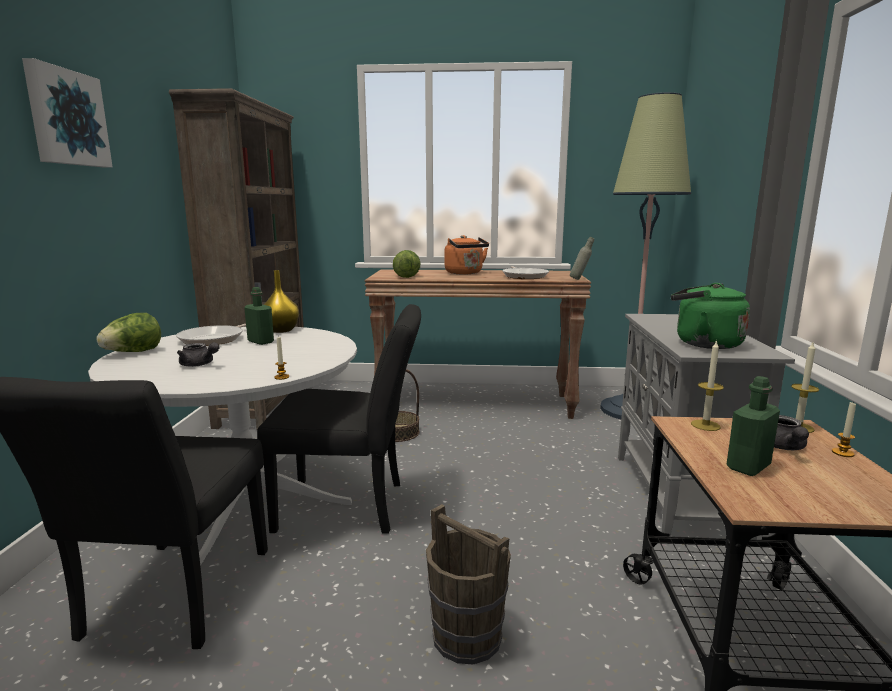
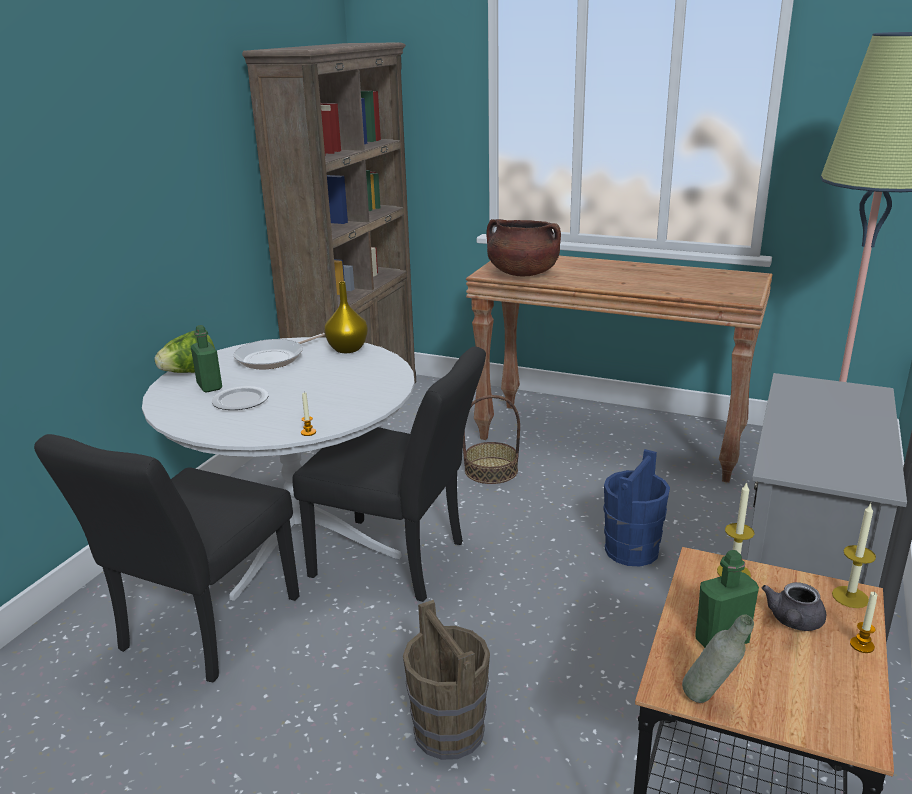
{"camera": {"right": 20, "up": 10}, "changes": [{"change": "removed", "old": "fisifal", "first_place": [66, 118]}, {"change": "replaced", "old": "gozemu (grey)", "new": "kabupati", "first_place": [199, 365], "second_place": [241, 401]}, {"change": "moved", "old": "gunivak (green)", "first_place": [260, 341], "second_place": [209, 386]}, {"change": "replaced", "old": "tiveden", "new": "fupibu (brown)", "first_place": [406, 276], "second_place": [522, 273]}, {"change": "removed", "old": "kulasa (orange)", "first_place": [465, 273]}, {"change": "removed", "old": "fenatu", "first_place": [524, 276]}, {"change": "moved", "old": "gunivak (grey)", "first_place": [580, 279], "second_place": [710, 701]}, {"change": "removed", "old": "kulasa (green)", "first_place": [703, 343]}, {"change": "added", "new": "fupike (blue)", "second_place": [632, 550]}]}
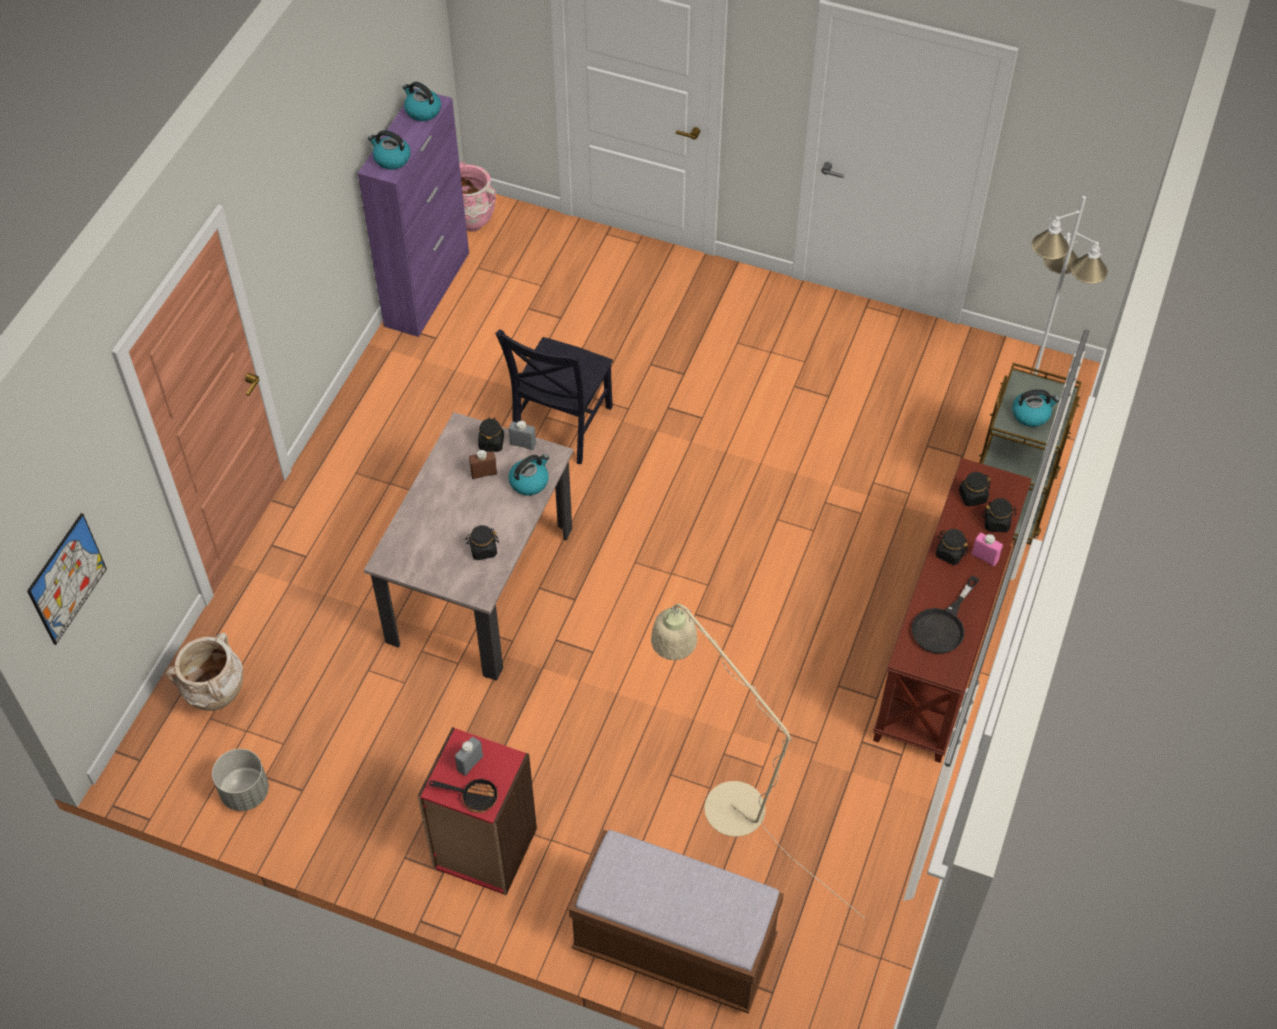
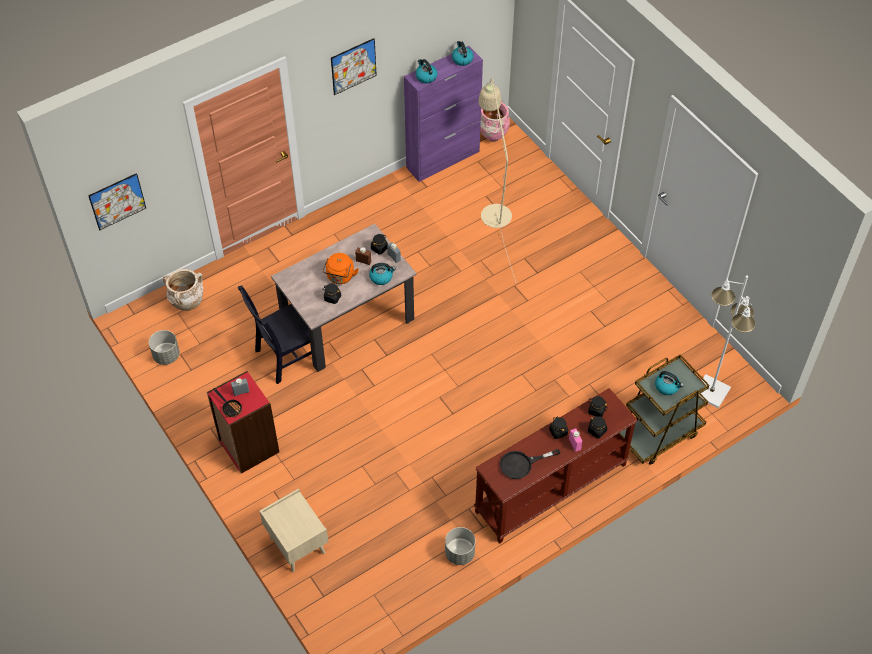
{"camera": {"right": 35, "up": 0}, "changes": [{"change": "moved", "old": "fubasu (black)", "first_place": [560, 427], "second_place": [285, 357]}, {"change": "replaced", "old": "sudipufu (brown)", "new": "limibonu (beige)", "first_place": [674, 946], "second_place": [296, 545]}, {"change": "moved", "old": "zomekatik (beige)", "first_place": [721, 798], "second_place": [494, 209]}, {"change": "added", "new": "kulasa (orange)", "second_place": [340, 277]}, {"change": "added", "new": "fisifal", "second_place": [353, 66]}, {"change": "added", "new": "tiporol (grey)", "second_place": [460, 553]}]}
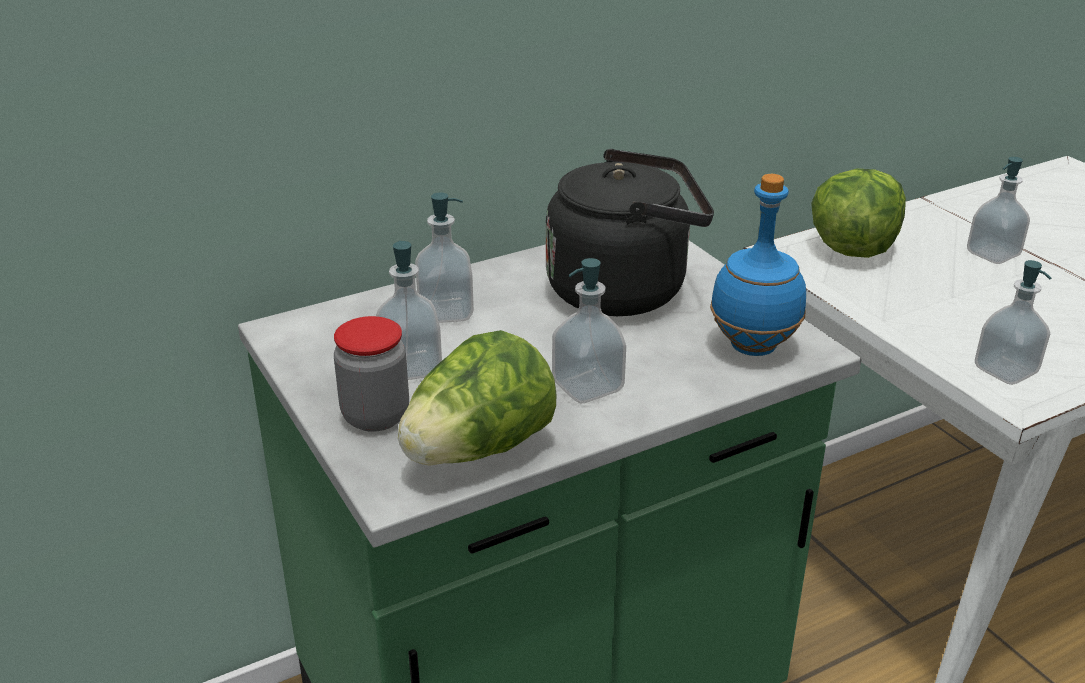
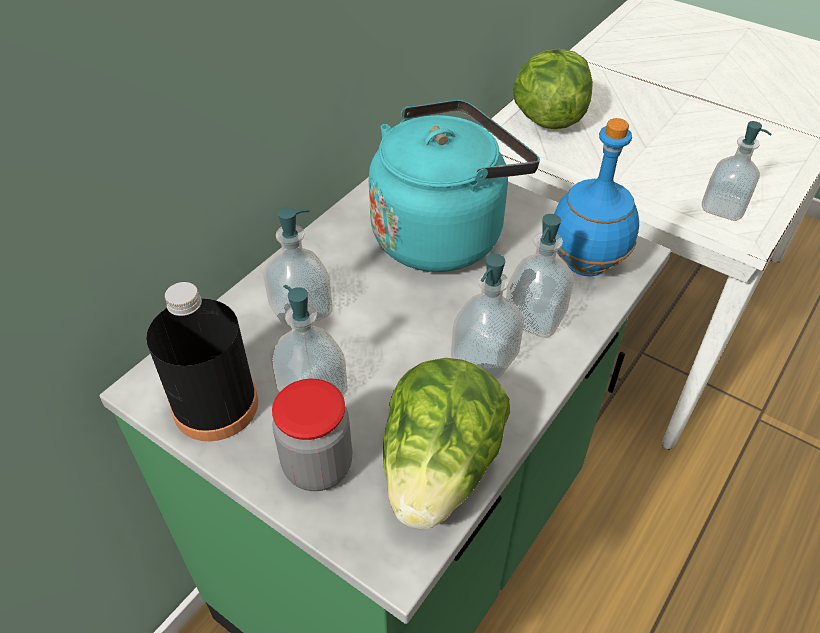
{"camera": {"right": -25, "up": 15}, "changes": [{"change": "recoloured", "old": "kulasa (black)", "new": "kulasa (turquoise)", "first_place": [625, 290], "second_place": [443, 233]}, {"change": "moved", "old": "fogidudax", "first_place": [993, 254], "second_place": [534, 317]}, {"change": "added", "new": "gunivak (black)", "second_place": [216, 406]}]}
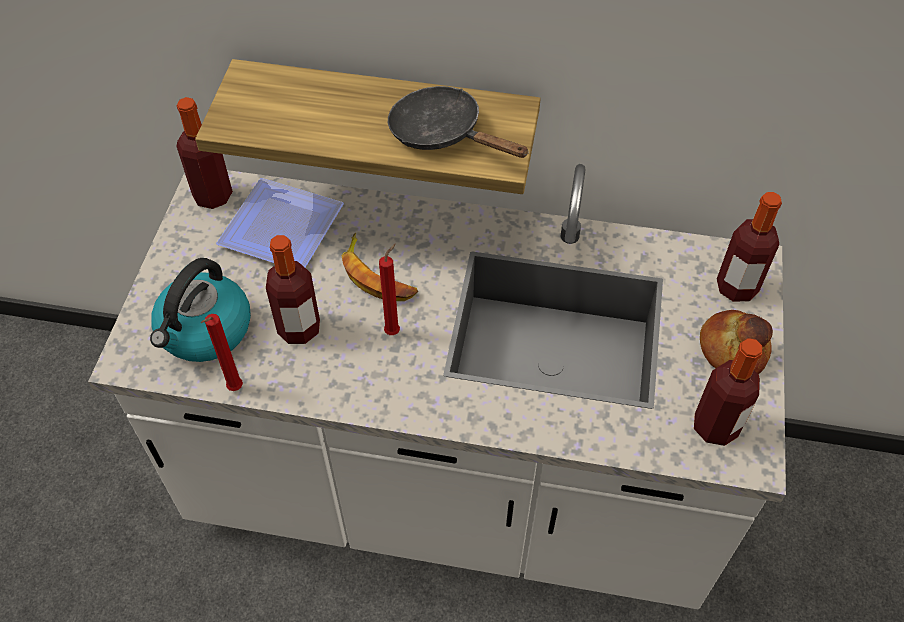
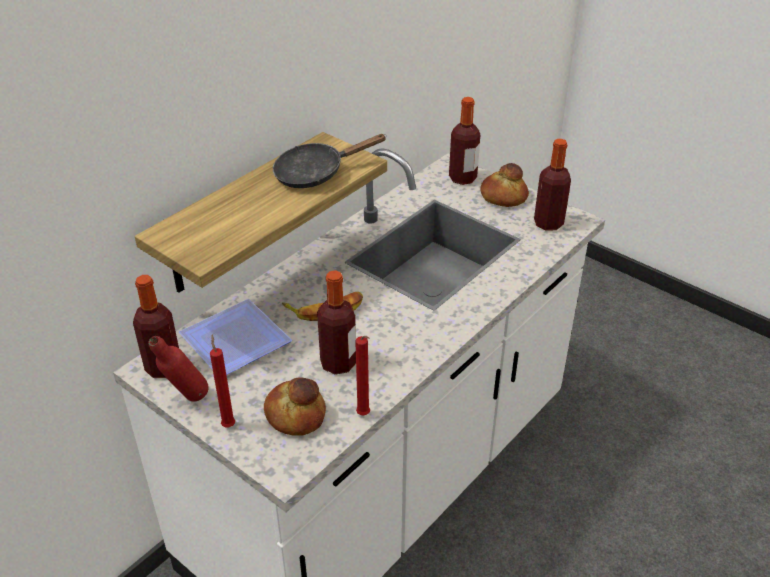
{"camera": {"right": -60, "up": -15}, "changes": [{"change": "replaced", "old": "kulasa", "new": "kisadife", "first_place": [205, 331], "second_place": [296, 415]}, {"change": "moved", "old": "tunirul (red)", "first_place": [394, 331], "second_place": [228, 424]}, {"change": "added", "new": "gunivak (red)", "second_place": [187, 401]}]}
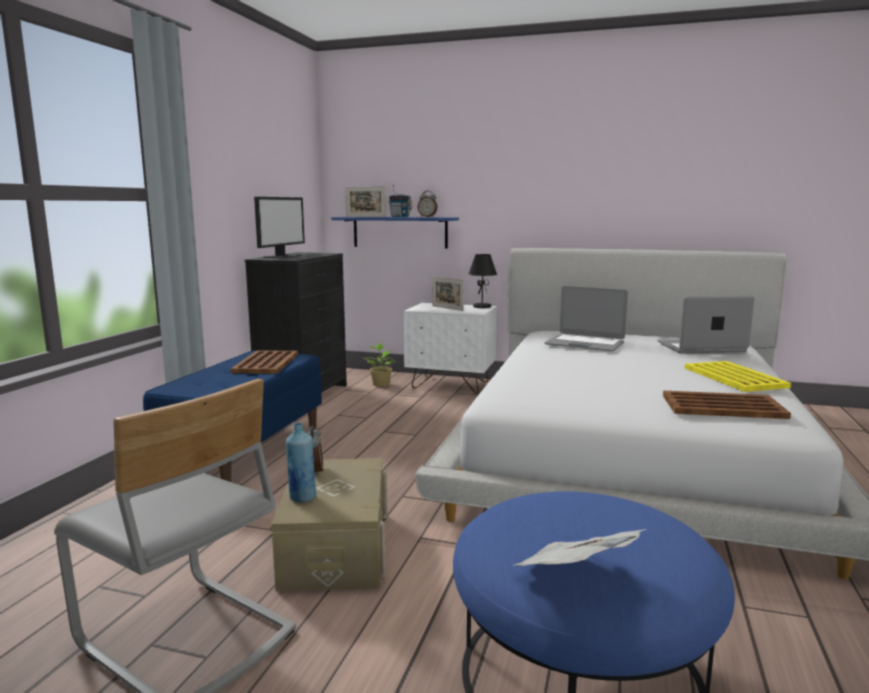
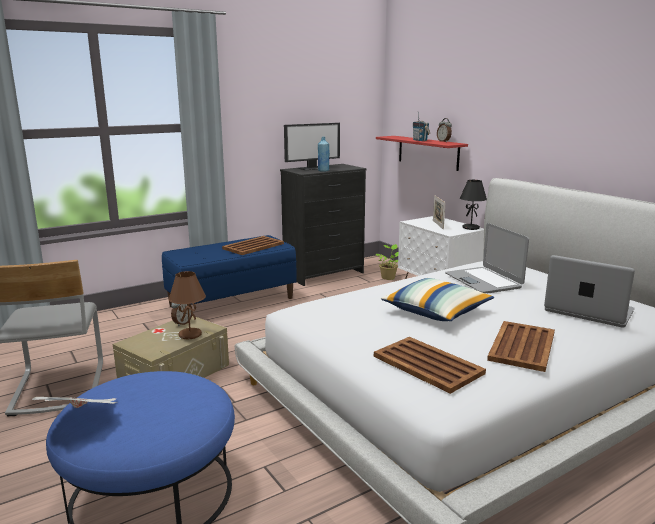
{"camera": {"right": 40, "up": 5}, "changes": [{"change": "moved", "old": "gunivak (blue)", "first_place": [302, 497], "second_place": [323, 171]}, {"change": "recoloured", "old": "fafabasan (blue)", "new": "fafabasan (red)", "first_place": [400, 232], "second_place": [428, 152]}, {"change": "removed", "old": "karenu", "first_place": [366, 216]}, {"change": "recoloured", "old": "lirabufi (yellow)", "new": "lirabufi (brown)", "first_place": [735, 378], "second_place": [521, 347]}, {"change": "added", "new": "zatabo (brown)", "second_place": [190, 334]}, {"change": "added", "new": "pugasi", "second_place": [436, 312]}]}
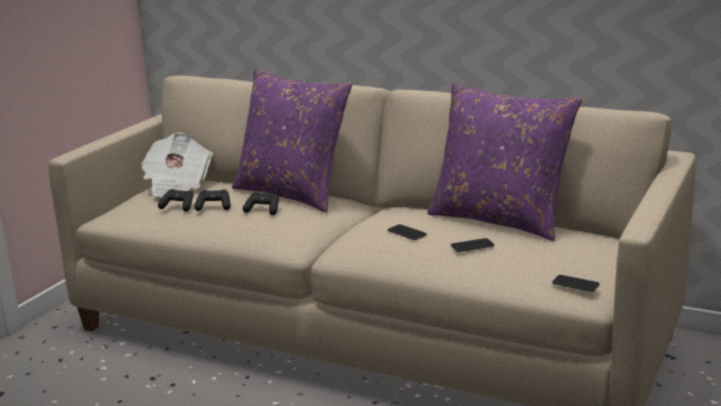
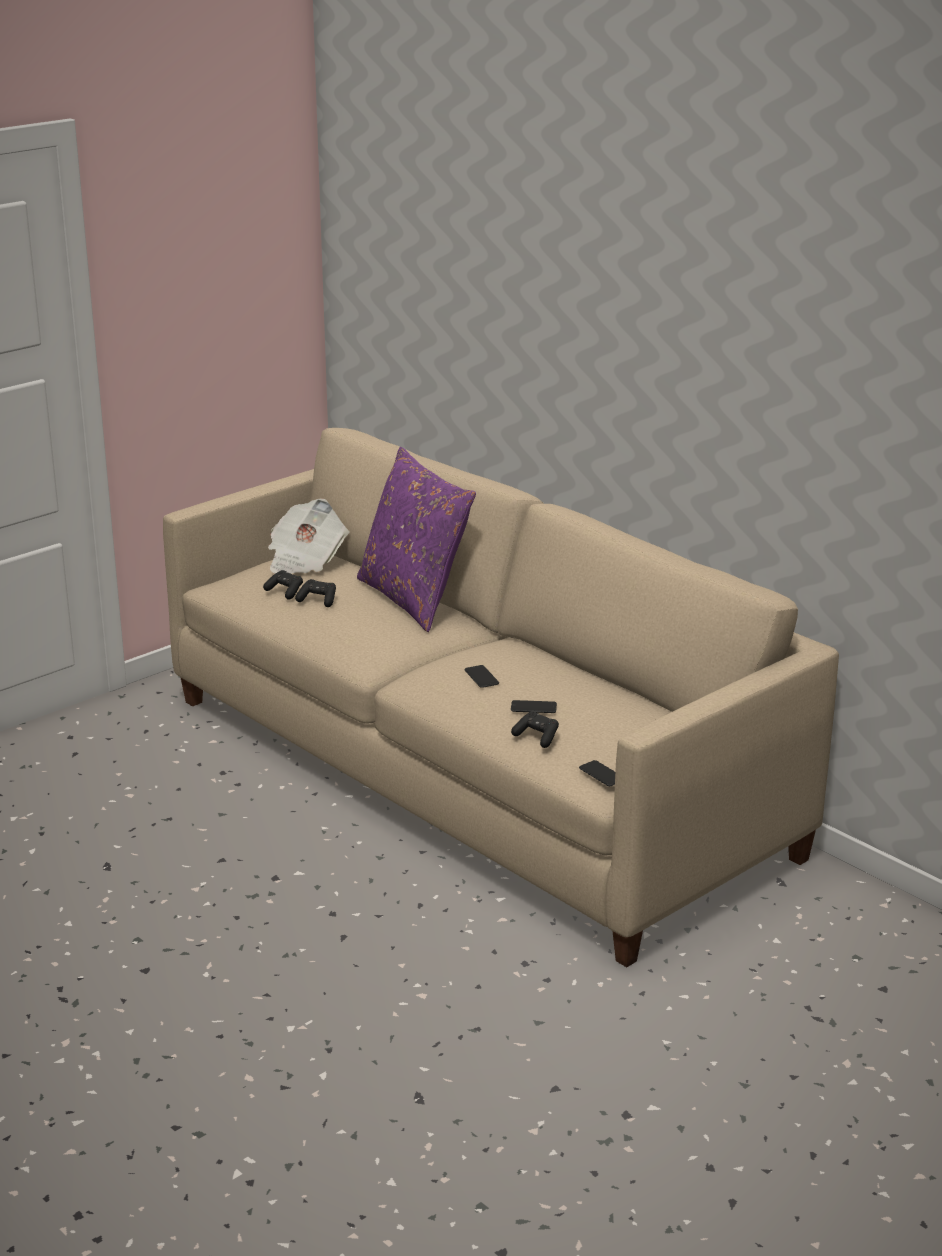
{"camera": {"right": 20, "up": 5}, "changes": [{"change": "moved", "old": "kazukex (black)", "first_place": [263, 210], "second_place": [537, 737]}, {"change": "removed", "old": "pugasi (purple)", "first_place": [500, 219]}]}
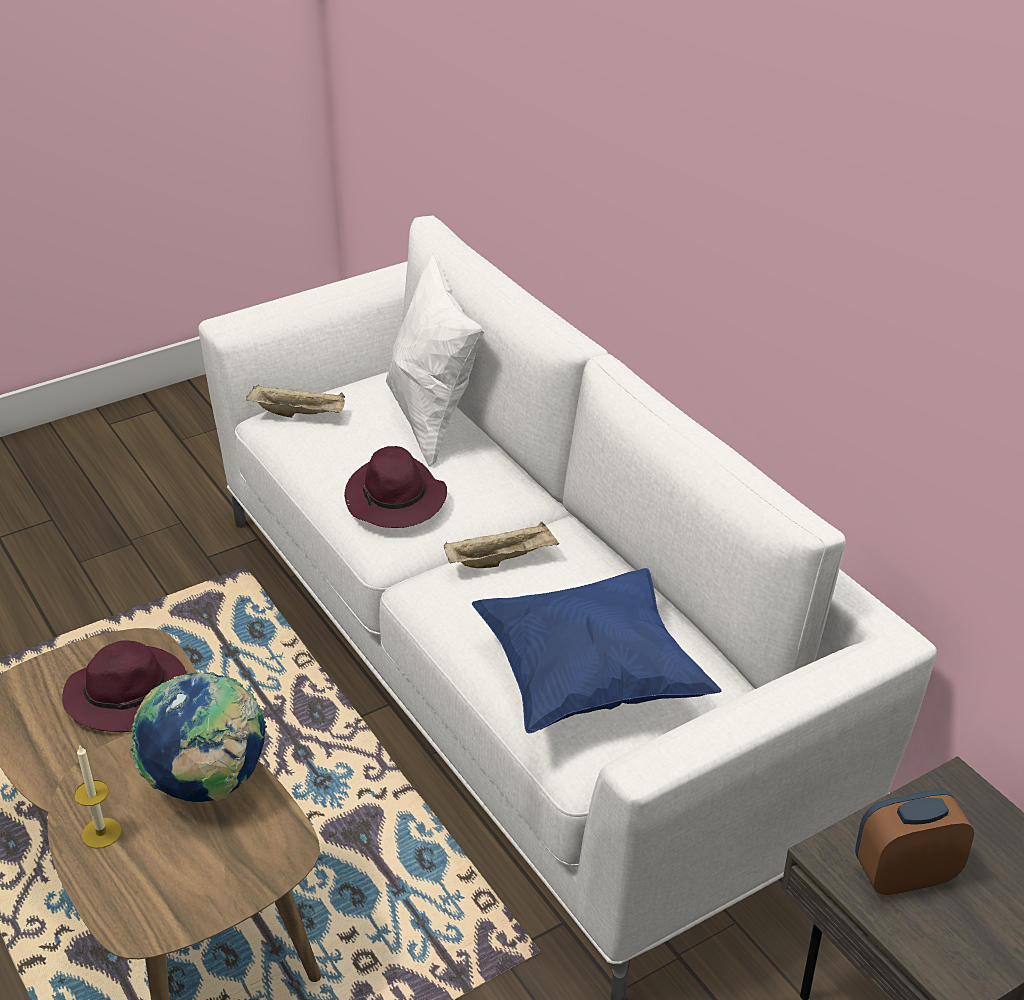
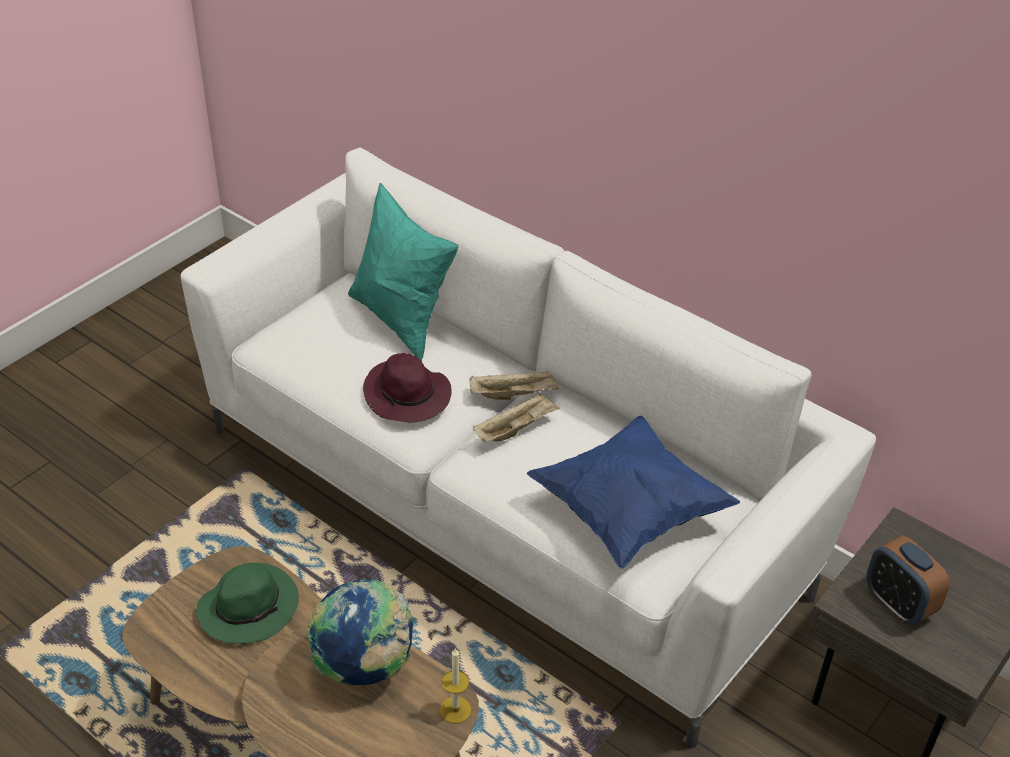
{"camera": {"right": -20, "up": 5}, "changes": [{"change": "recoloured", "old": "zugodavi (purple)", "new": "zugodavi (green)", "first_place": [129, 694], "second_place": [250, 607]}, {"change": "moved", "old": "tunirul", "first_place": [101, 833], "second_place": [455, 710]}, {"change": "moved", "old": "lirabufi (beige)", "first_place": [299, 414], "second_place": [514, 394]}, {"change": "recoloured", "old": "pugasi (white)", "new": "pugasi (turquoise)", "first_place": [433, 421], "second_place": [401, 320]}, {"change": "turned", "old": "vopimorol", "first_place": [905, 875], "second_place": [898, 604], "degrees": -90}]}
